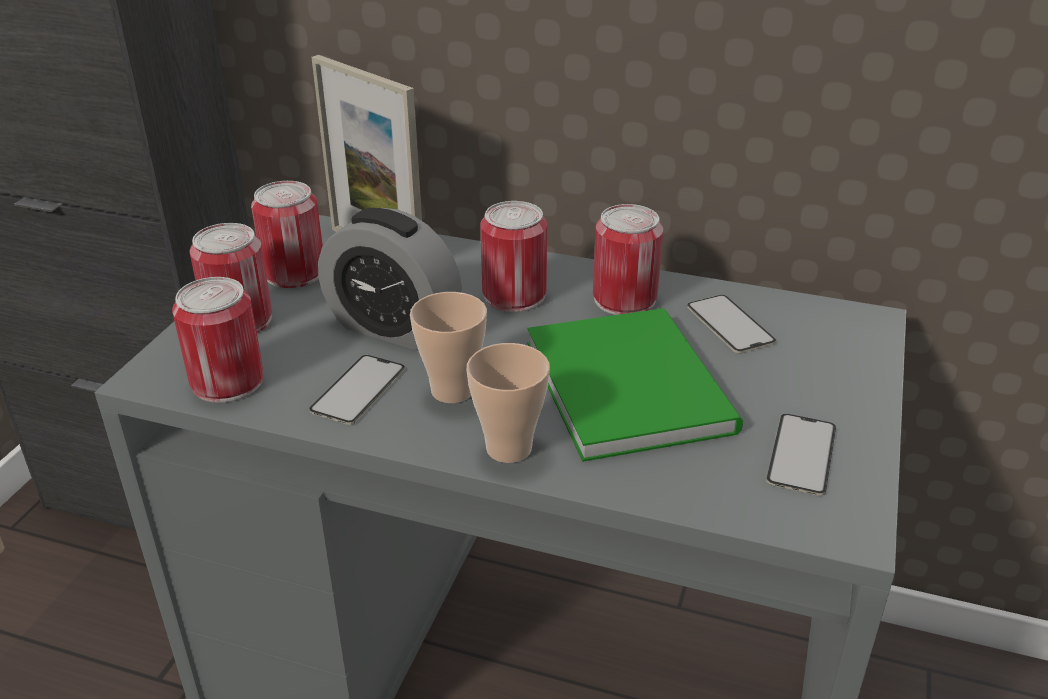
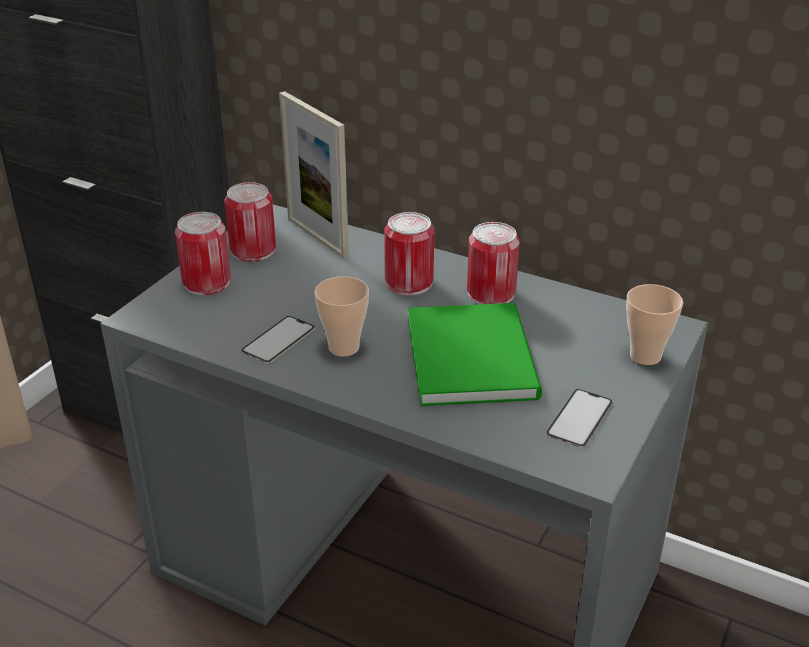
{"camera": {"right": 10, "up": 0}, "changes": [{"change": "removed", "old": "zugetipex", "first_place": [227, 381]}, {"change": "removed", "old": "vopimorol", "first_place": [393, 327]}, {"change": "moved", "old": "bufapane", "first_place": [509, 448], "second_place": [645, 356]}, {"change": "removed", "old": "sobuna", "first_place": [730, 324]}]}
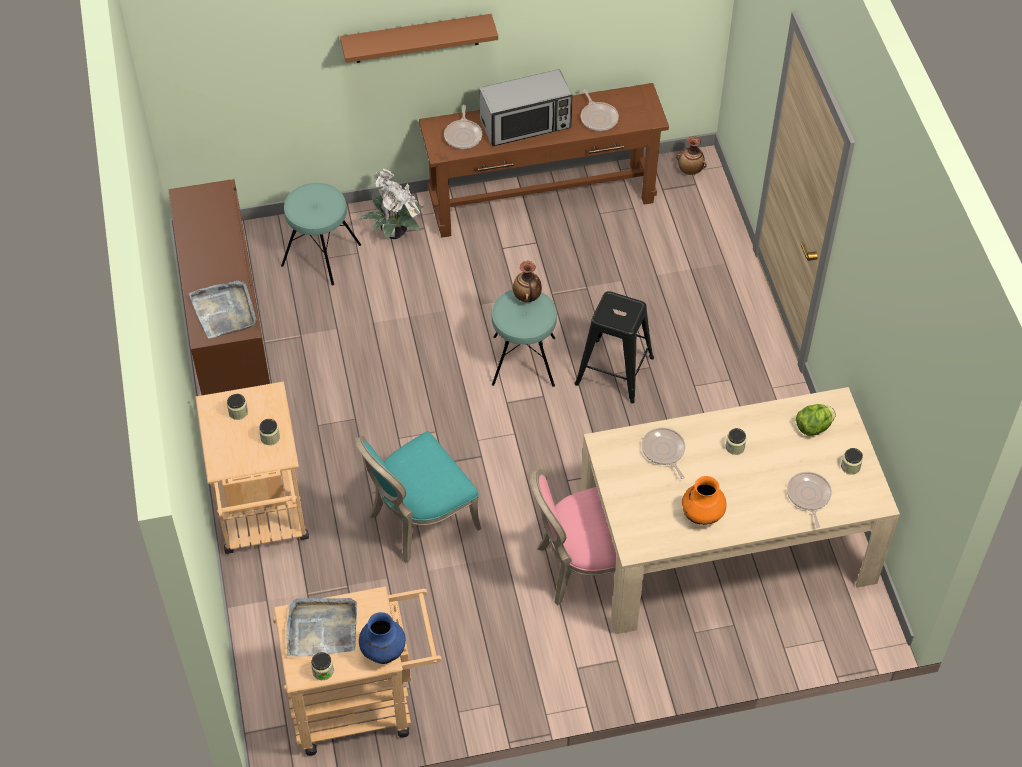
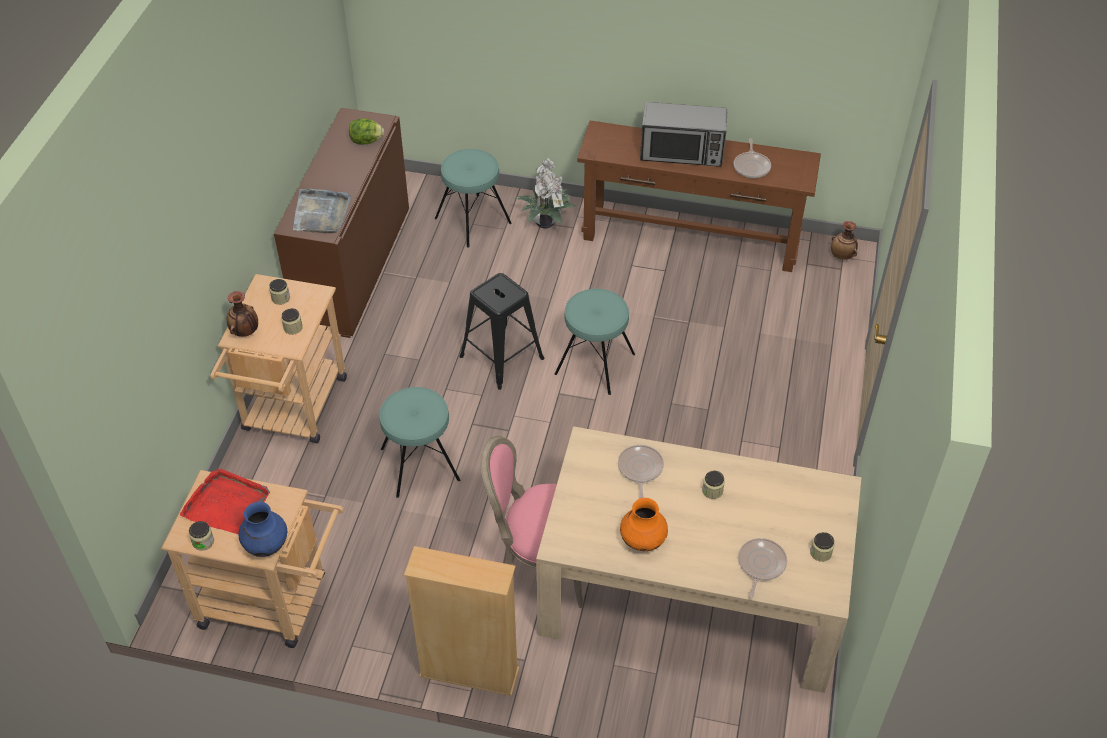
{"camera": {"right": 25, "up": -5}, "changes": [{"change": "recoloured", "old": "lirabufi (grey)", "new": "lirabufi (red)", "first_place": [321, 628], "second_place": [227, 504]}, {"change": "removed", "old": "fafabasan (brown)", "first_place": [417, 38]}, {"change": "replaced", "old": "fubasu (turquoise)", "new": "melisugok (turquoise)", "first_place": [418, 520], "second_place": [420, 464]}, {"change": "removed", "old": "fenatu", "first_place": [463, 135]}, {"change": "moved", "old": "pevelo", "first_place": [527, 297], "second_place": [245, 332]}, {"change": "moved", "old": "melisugok (black)", "first_place": [613, 371], "second_place": [500, 357]}, {"change": "moved", "old": "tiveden", "first_place": [813, 427], "second_place": [366, 141]}, {"change": "added", "new": "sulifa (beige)", "second_place": [469, 673]}]}
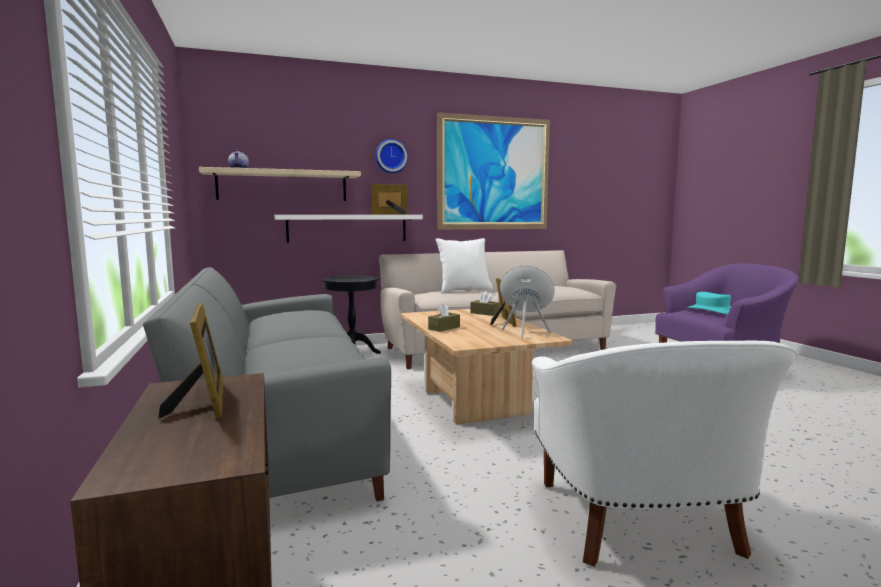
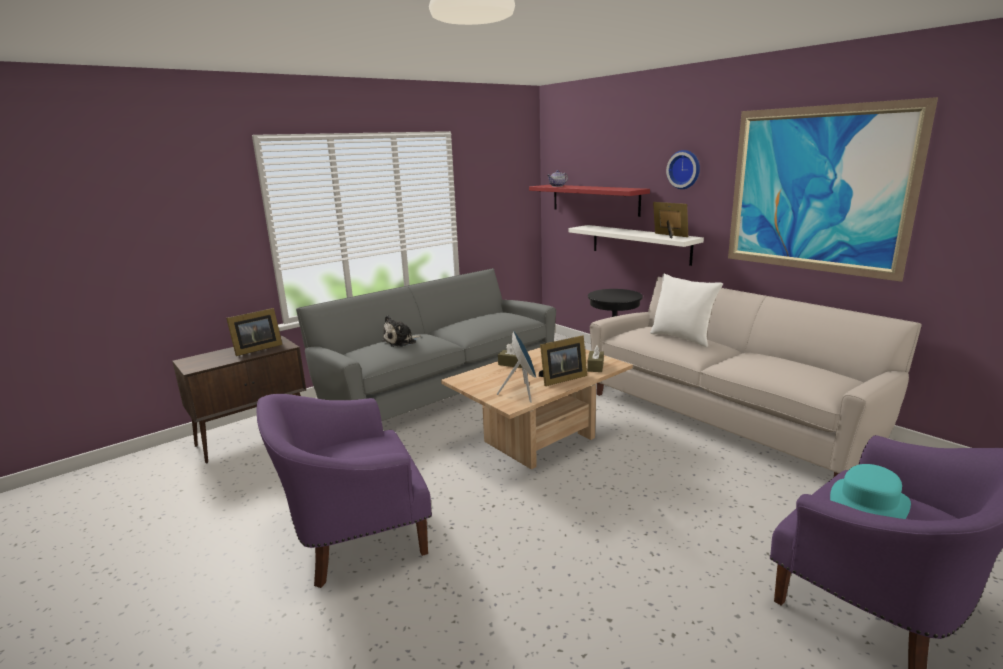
{"camera": {"right": 70, "up": 10}, "changes": [{"change": "recoloured", "old": "fafabasan (beige)", "new": "fafabasan (red)", "first_place": [283, 186], "second_place": [594, 199]}, {"change": "recoloured", "old": "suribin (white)", "new": "suribin (purple)", "first_place": [639, 523], "second_place": [354, 537]}, {"change": "added", "new": "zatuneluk", "second_place": [401, 341]}]}
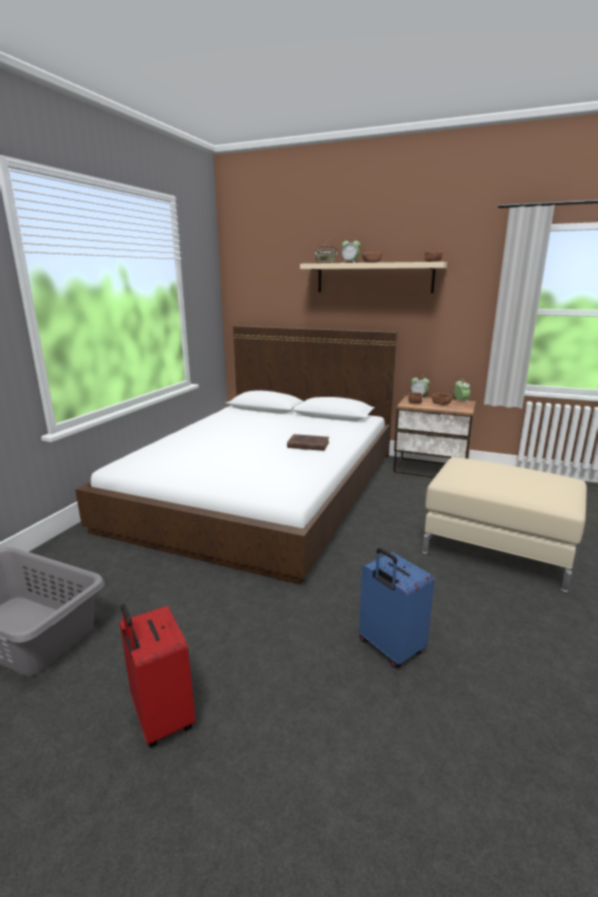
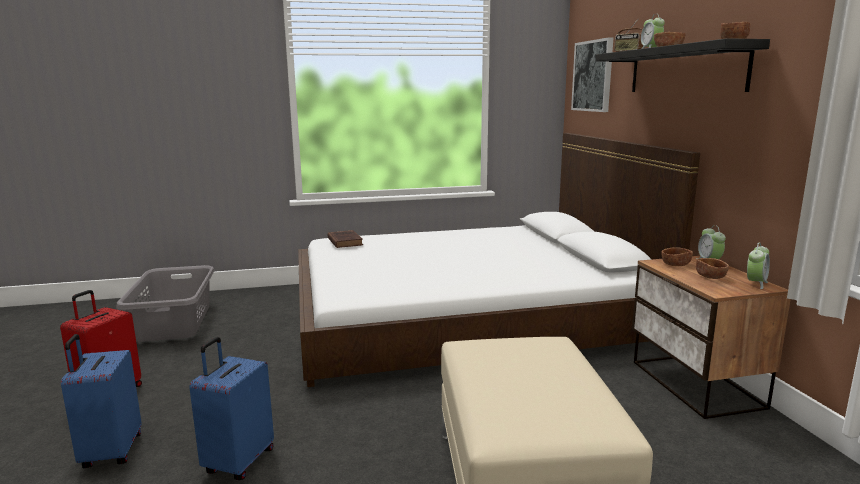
{"camera": {"right": 55, "up": -5}, "changes": [{"change": "moved", "old": "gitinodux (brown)", "first_place": [307, 445], "second_place": [344, 241]}, {"change": "recoloured", "old": "fafabasan (beige)", "new": "fafabasan (black)", "first_place": [374, 278], "second_place": [684, 70]}, {"change": "added", "new": "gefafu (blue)", "second_place": [110, 452]}, {"change": "added", "new": "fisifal", "second_place": [593, 76]}]}
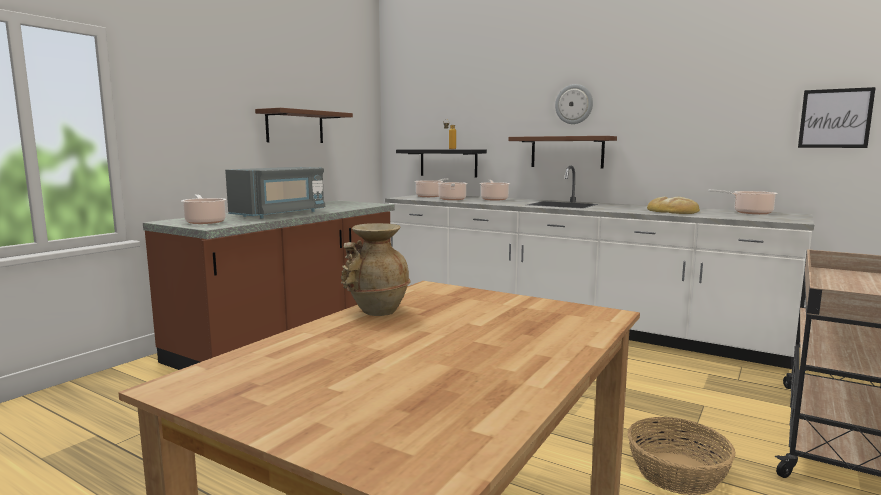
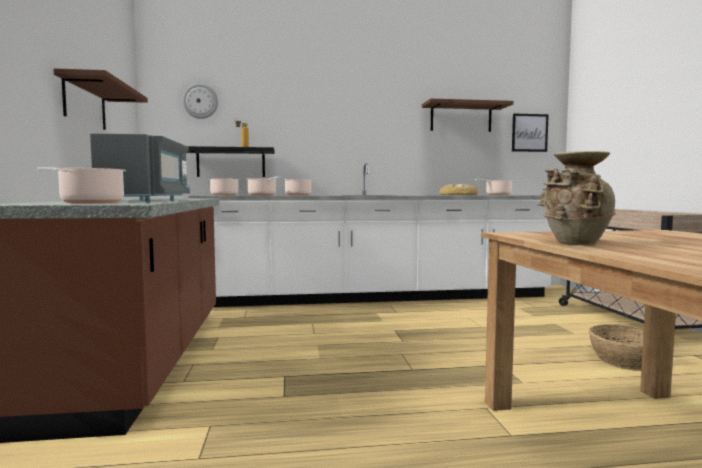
{"camera": {"right": -40, "up": -5}, "changes": [{"change": "moved", "old": "fafabasan (brown)", "first_place": [567, 152], "second_place": [461, 118]}, {"change": "moved", "old": "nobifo", "first_place": [574, 104], "second_place": [200, 101]}]}
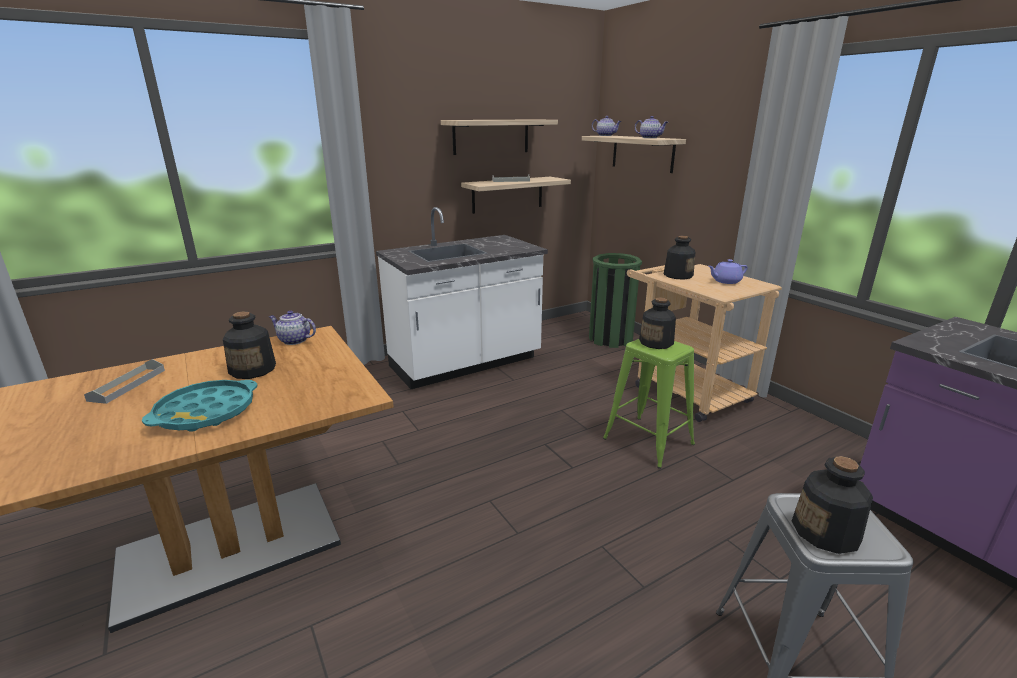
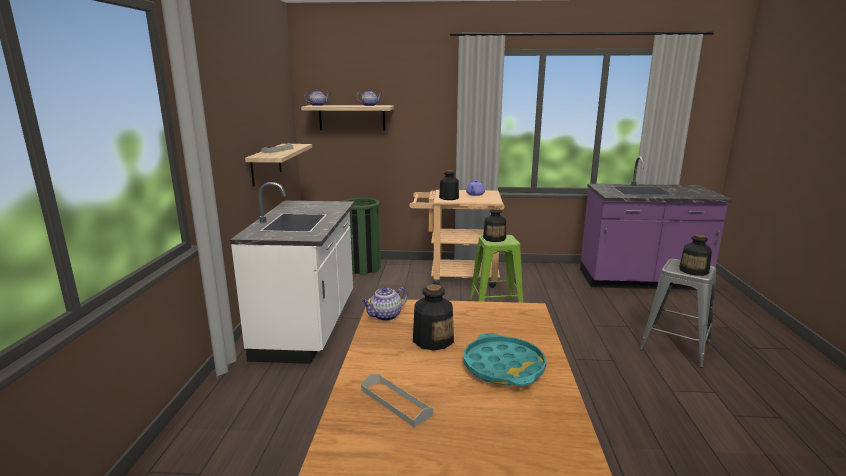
{"camera": {"right": -55, "up": -5}, "changes": [{"change": "removed", "old": "fafabasan", "first_place": [491, 136]}]}
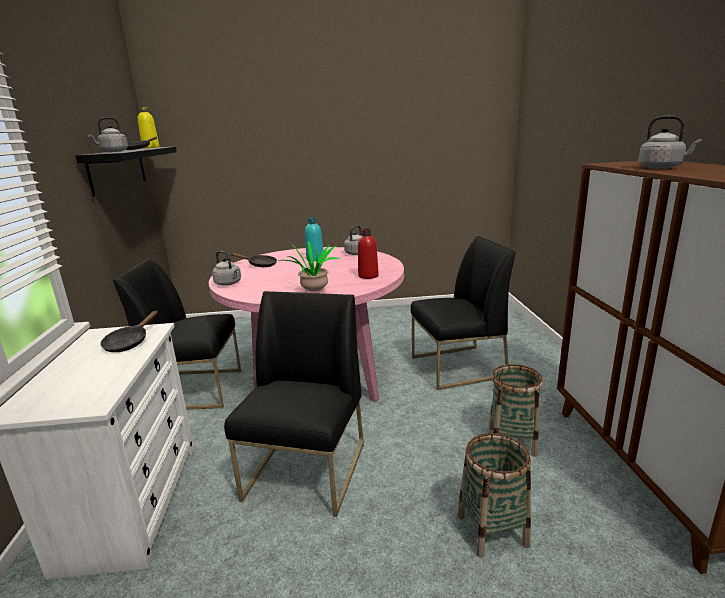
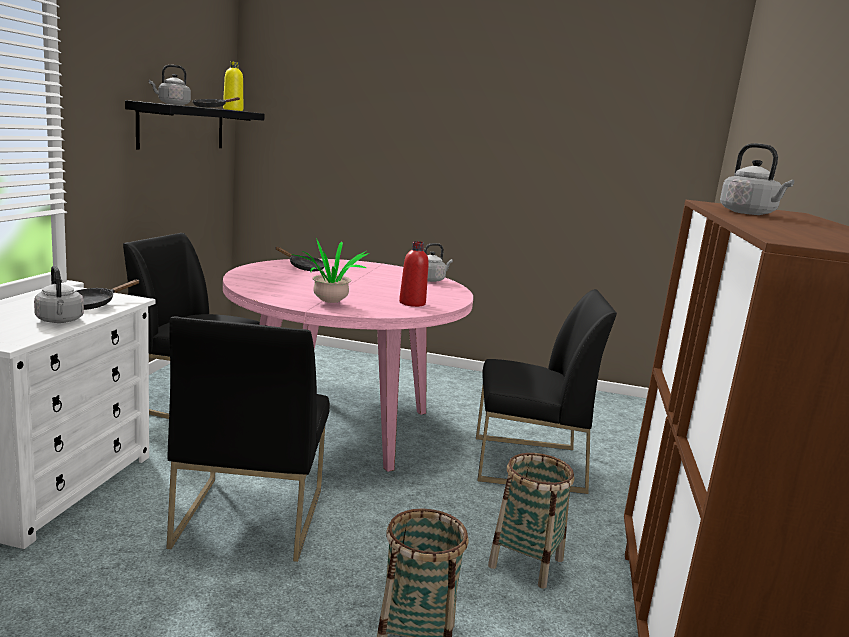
{"camera": {"right": 15, "up": -5}, "changes": [{"change": "moved", "old": "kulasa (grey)", "first_place": [229, 283], "second_place": [60, 321]}, {"change": "turned", "old": "fubasu (black)", "first_place": [306, 471], "second_place": [249, 516], "degrees": 150}, {"change": "removed", "old": "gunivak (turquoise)", "first_place": [315, 259]}]}
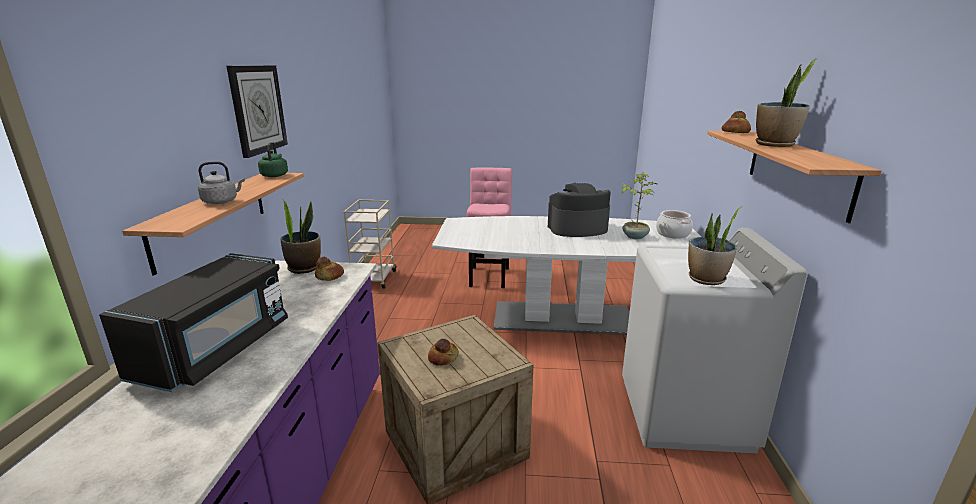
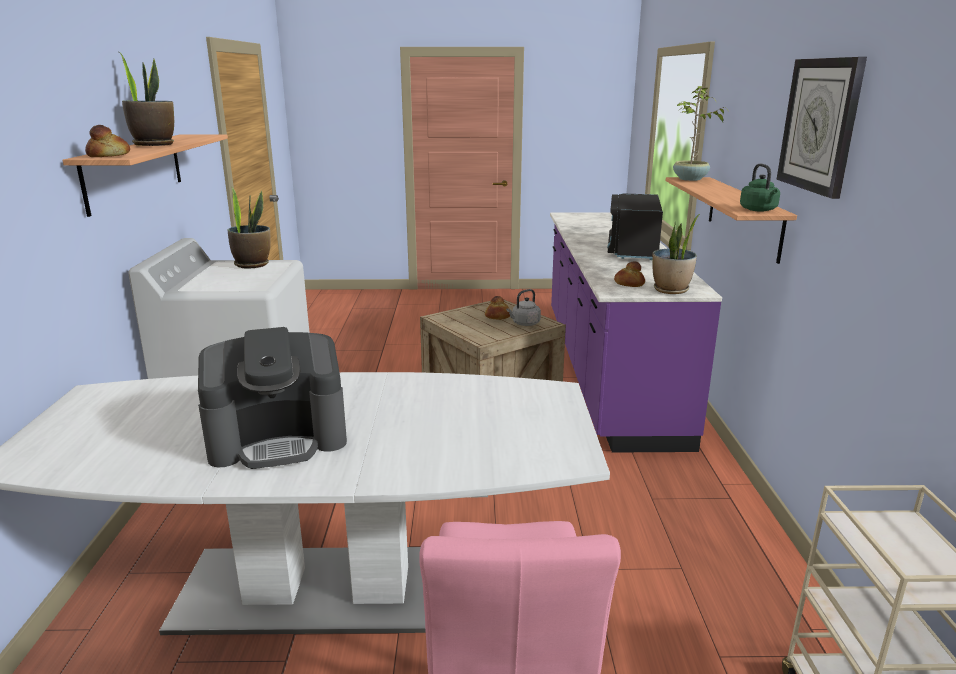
{"camera": {"right": 175, "up": 0}, "changes": [{"change": "moved", "old": "kulasa (grey)", "first_place": [222, 201], "second_place": [524, 324]}, {"change": "moved", "old": "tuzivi", "first_place": [635, 236], "second_place": [690, 179]}, {"change": "removed", "old": "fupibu", "first_place": [673, 234]}]}
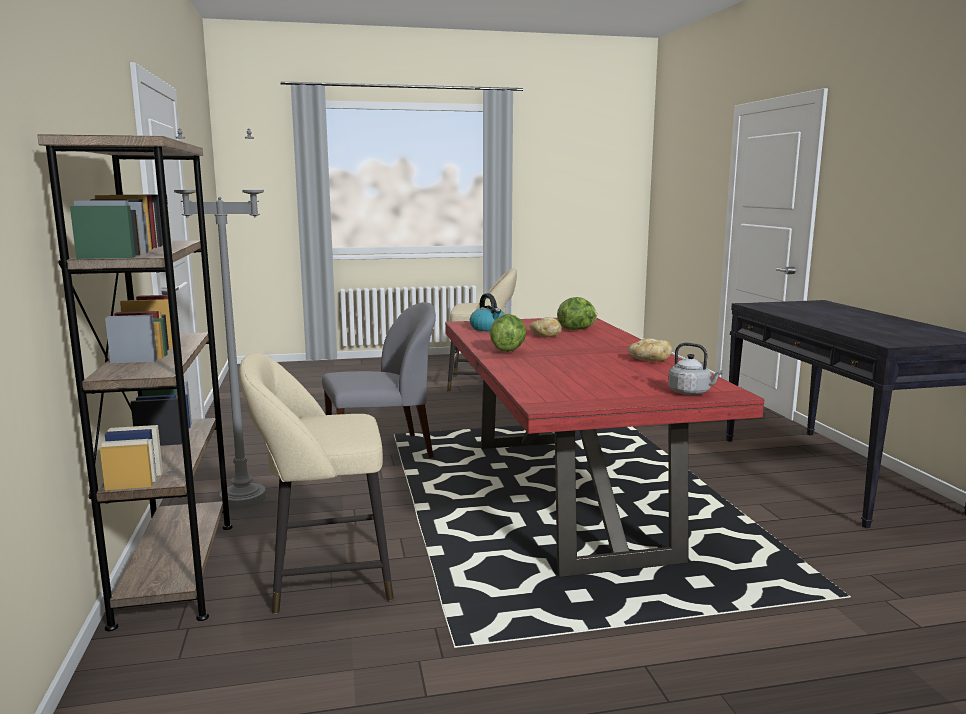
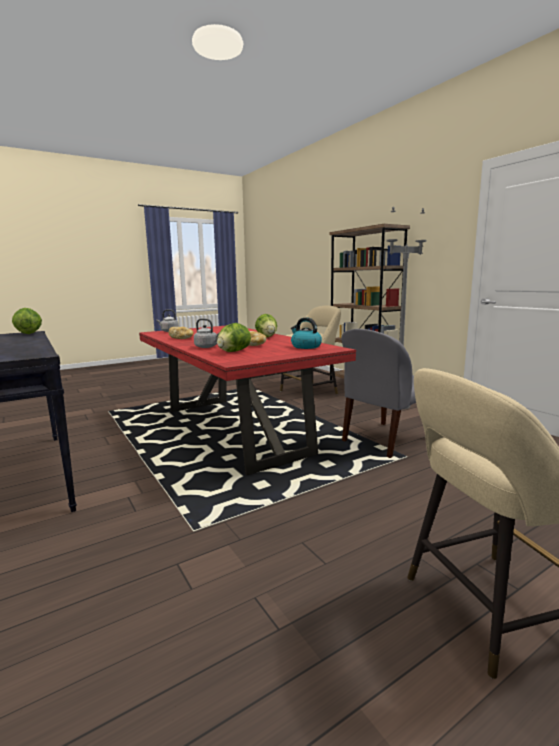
{"camera": {"right": 160, "up": 0}, "changes": [{"change": "added", "new": "tiveden", "second_place": [29, 333]}, {"change": "added", "new": "kulasa (grey)", "second_place": [207, 347]}]}
